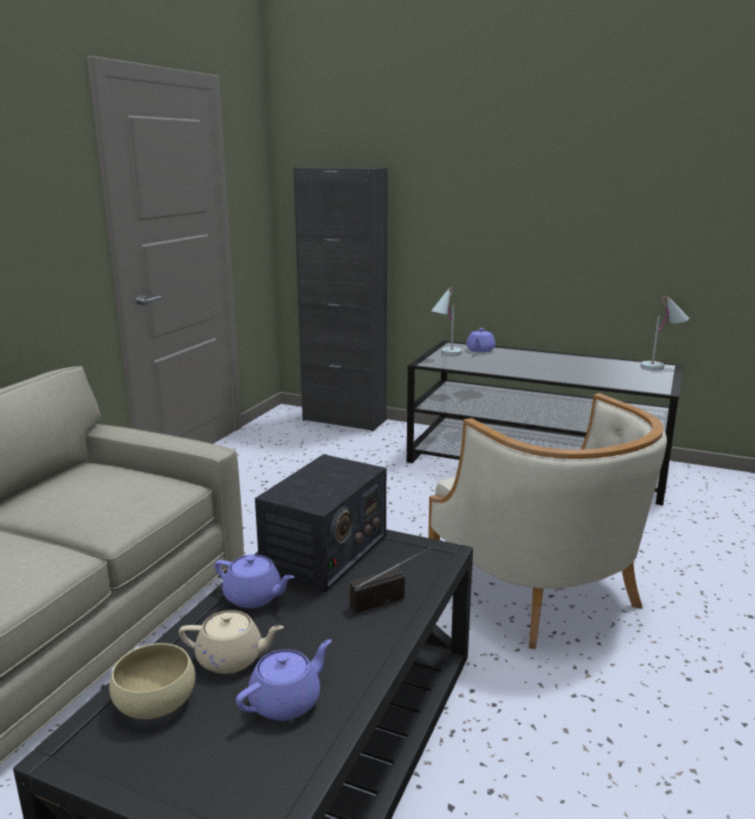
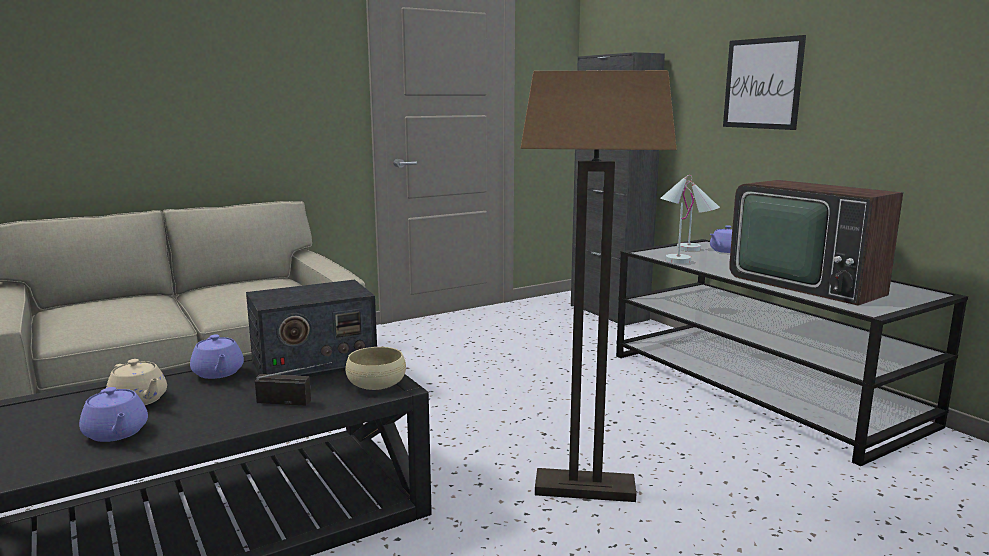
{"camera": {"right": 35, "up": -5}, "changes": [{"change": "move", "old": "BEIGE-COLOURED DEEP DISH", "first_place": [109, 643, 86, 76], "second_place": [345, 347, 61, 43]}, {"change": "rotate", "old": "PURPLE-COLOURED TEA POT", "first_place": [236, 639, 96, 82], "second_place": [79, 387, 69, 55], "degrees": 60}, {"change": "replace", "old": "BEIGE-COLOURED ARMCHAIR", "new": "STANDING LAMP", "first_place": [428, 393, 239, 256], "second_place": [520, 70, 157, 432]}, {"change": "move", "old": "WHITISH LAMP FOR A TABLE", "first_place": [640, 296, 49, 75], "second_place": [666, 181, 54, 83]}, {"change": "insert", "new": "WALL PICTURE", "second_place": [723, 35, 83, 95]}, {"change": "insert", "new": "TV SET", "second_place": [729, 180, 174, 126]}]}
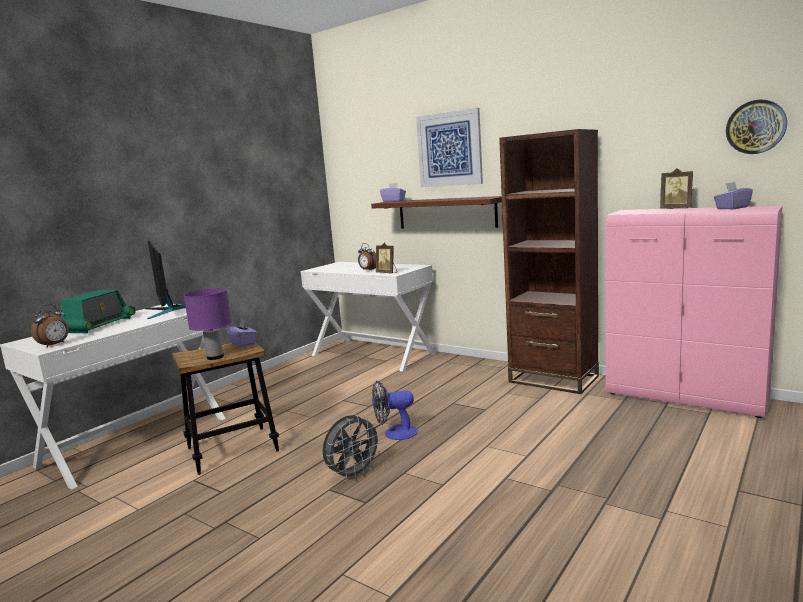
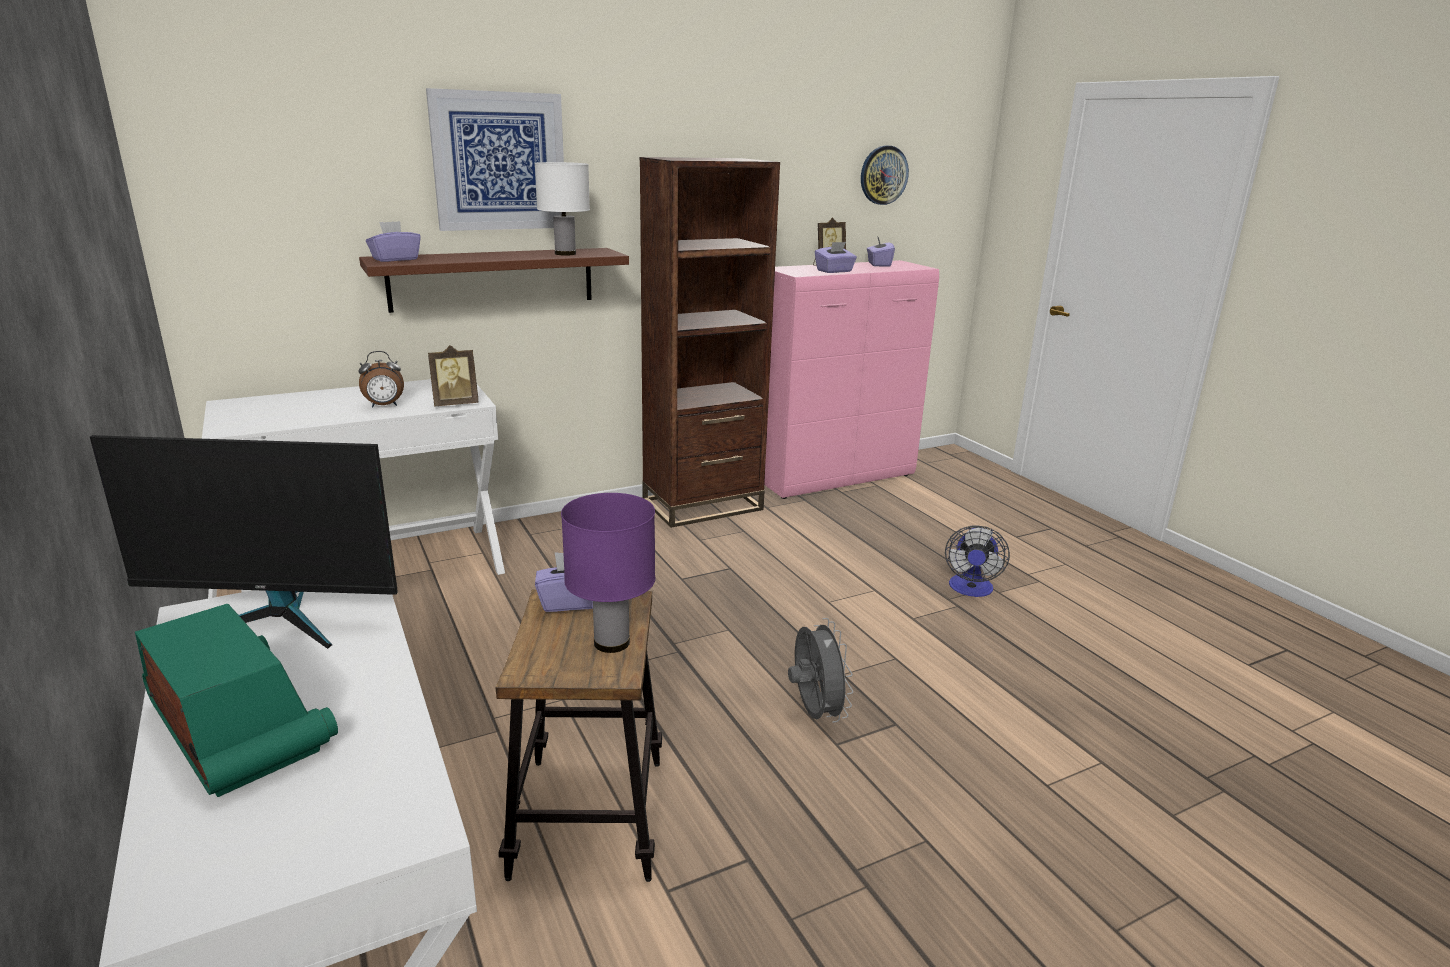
{"camera": {"right": -65, "up": 10}, "changes": [{"change": "delete", "old": "TABLE CLOCK", "first_place": [31, 304, 38, 44]}, {"change": "move", "old": "FAN", "first_place": [372, 381, 46, 59], "second_place": [945, 525, 65, 72]}, {"change": "insert", "new": "WHITISH LAMP FOR A TABLE", "second_place": [534, 162, 56, 94]}, {"change": "insert", "new": "PURPLE-COLOURED TISSUE BOX", "second_place": [815, 242, 42, 31]}]}
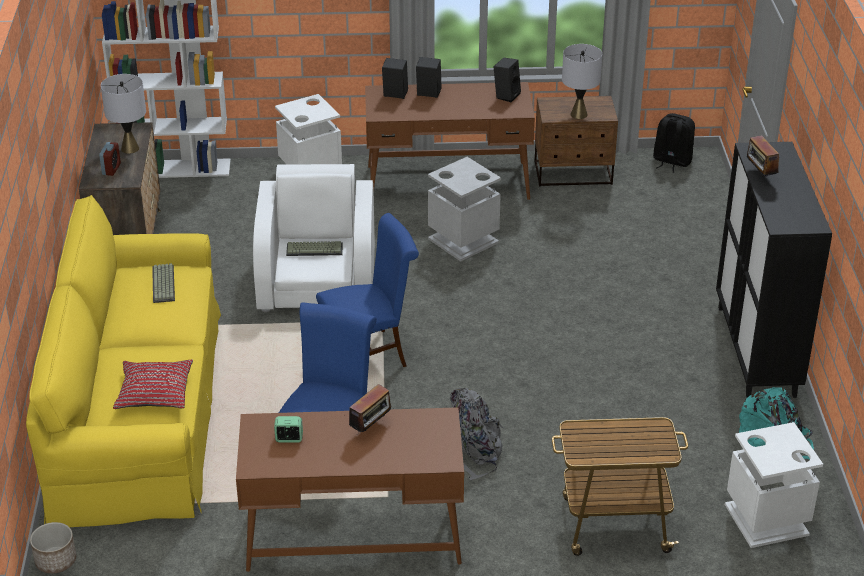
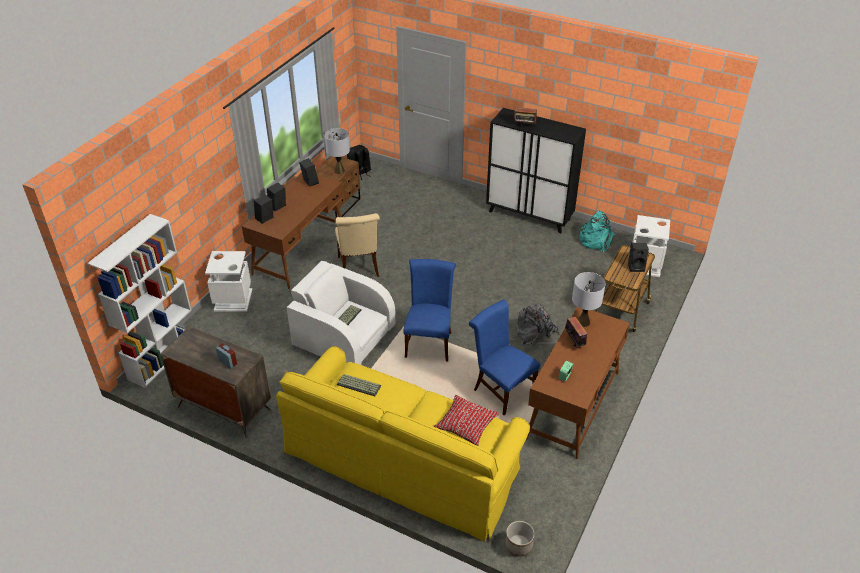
{"camera": {"right": -60, "up": 5}, "changes": [{"change": "move", "old": "GREYISH LAMP FOR A TABLE", "first_place": [101, 74, 45, 80], "second_place": [572, 272, 34, 55]}, {"change": "replace", "old": "GREYISH TRASH CAN", "new": "BEIGE-COLOURED PLAIN CHAIR", "first_place": [428, 157, 73, 105], "second_place": [335, 213, 45, 64]}, {"change": "insert", "new": "BLACK-COLOURED LOUDSPEAKER", "second_place": [628, 243, 21, 29]}]}
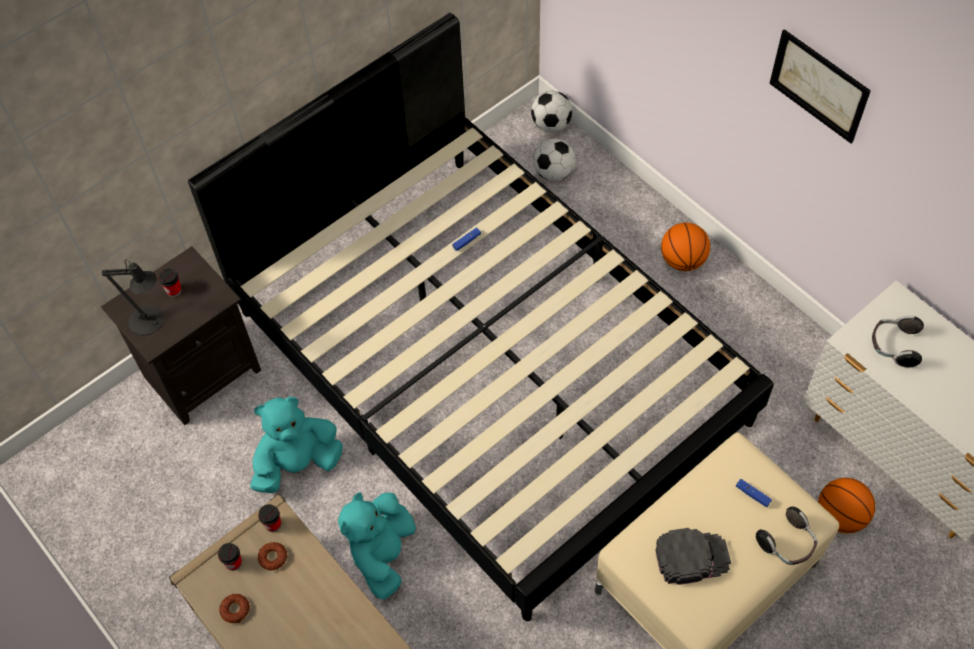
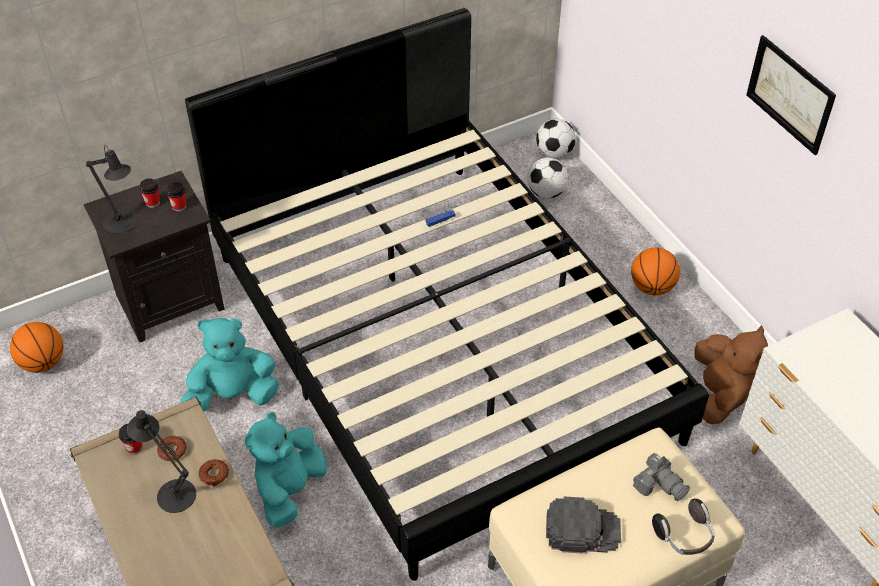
{"camera": {"right": 10, "up": -10}, "changes": [{"change": "move", "old": "DOUGHNUT", "first_place": [219, 594, 31, 29], "second_place": [198, 459, 31, 27]}, {"change": "move", "old": "DRINKING CUP", "first_place": [258, 504, 23, 28], "second_place": [166, 182, 20, 30]}, {"change": "replace", "old": "BLUE-COLOURED GAME CONTROLLER", "new": "STILL CAMERA", "first_place": [736, 479, 36, 28], "second_place": [633, 453, 57, 48]}, {"change": "move", "old": "BALL FOR BASKETBALL", "first_place": [818, 478, 57, 55], "second_place": [10, 322, 53, 51]}, {"change": "delete", "old": "HEADSET", "first_place": [872, 315, 52, 53]}, {"change": "insert", "new": "BLACK-COLOURED LAMP FOR A TABLE", "second_place": [127, 410, 69, 103]}, {"change": "insert", "new": "BROWNISH SOFT TOY", "second_place": [694, 325, 74, 99]}]}
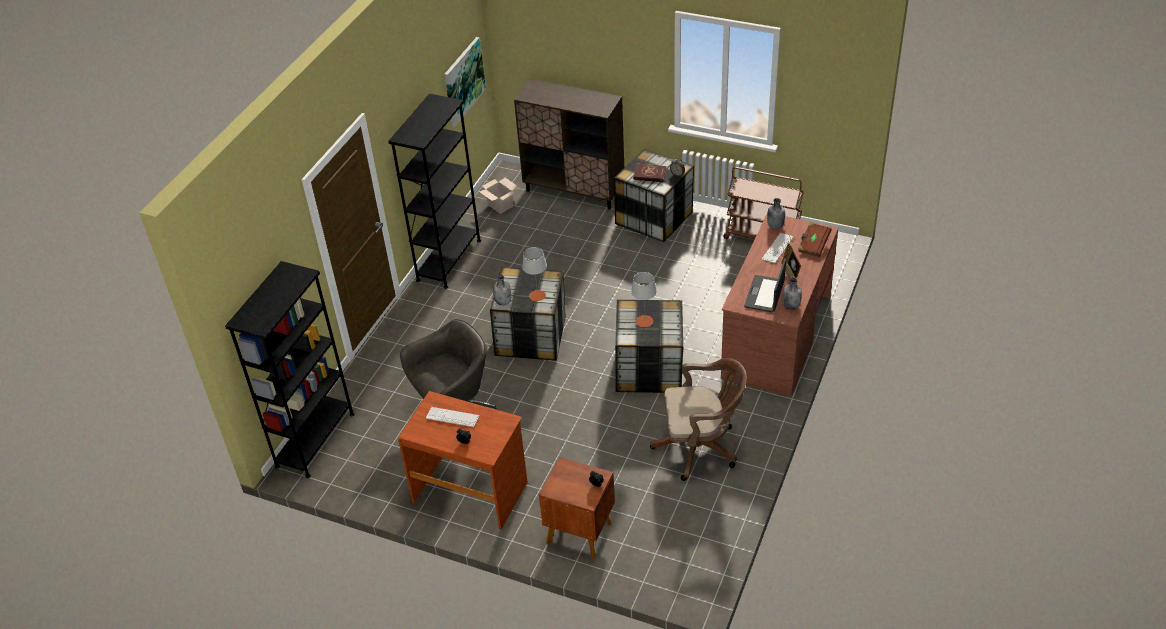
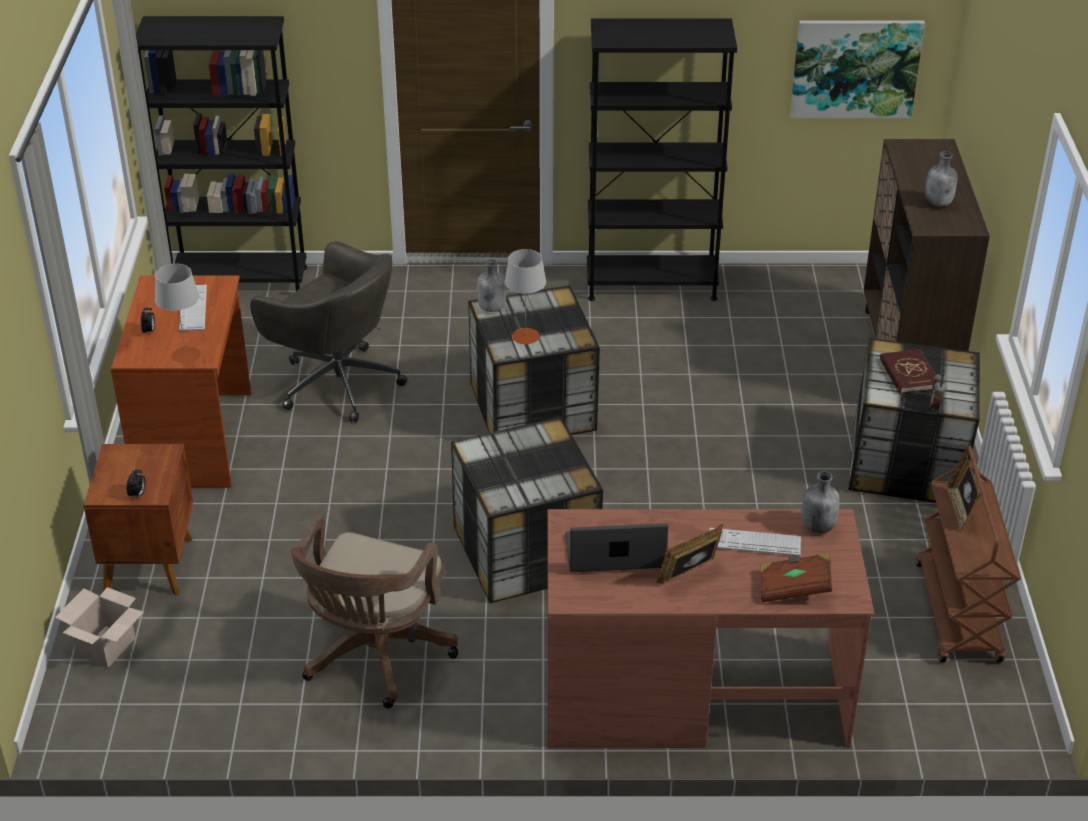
{"camera": {"right": 65, "up": -5}, "changes": [{"change": "move", "old": "PACKING BOX", "first_place": [479, 178, 39, 36], "second_place": [55, 587, 89, 81]}, {"change": "move", "old": "GREYISH LAMP FOR A TABLE", "first_place": [631, 272, 26, 55], "second_place": [155, 264, 46, 100]}, {"change": "rotate", "old": "BROWNISH OFFICE CHAIR", "first_place": [650, 358, 97, 123], "second_place": [291, 514, 167, 195], "degrees": 45}, {"change": "move", "old": "GREYISH BEVERAGE BOTTLE", "first_place": [782, 278, 20, 32], "second_place": [925, 151, 33, 56]}, {"change": "insert", "new": "PHOTO FRAME", "second_place": [947, 452, 33, 79]}]}
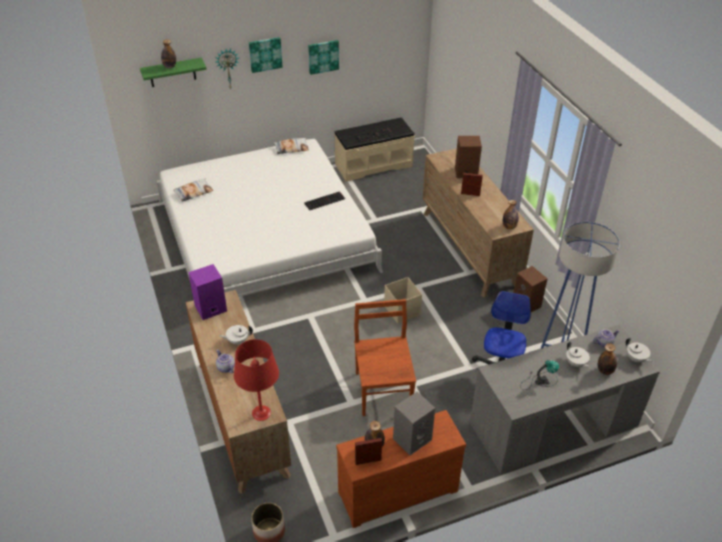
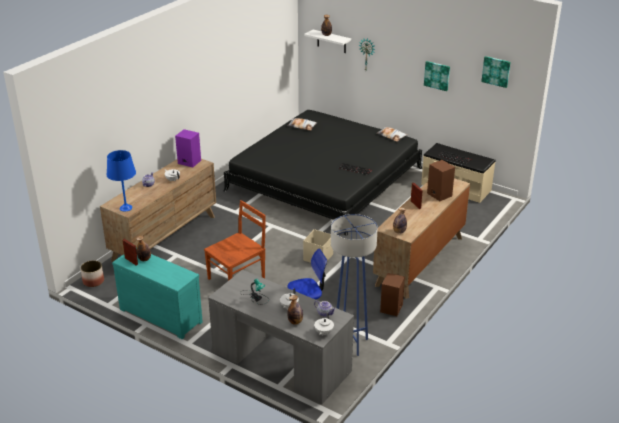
{"camera": {"right": 55, "up": -10}, "changes": [{"change": "recolor", "old": "GREEN SHELF", "new": "WHITISH SHELF", "first_place": [140, 58, 67, 29], "second_place": [304, 30, 47, 23]}, {"change": "recolor", "old": "WHITISH BEDROOM BED", "new": "BLACK-COLOURED BEDROOM BED", "first_place": [156, 139, 227, 158], "second_place": [224, 110, 198, 126]}, {"change": "recolor", "old": "RED-COLOURED LAMP FOR A TABLE", "new": "BLUE-COLOURED LAMP FOR A TABLE", "first_place": [234, 339, 45, 82], "second_place": [107, 150, 29, 62]}, {"change": "move", "old": "WALL PICTURE", "first_place": [249, 37, 34, 36], "second_place": [481, 56, 30, 32]}, {"change": "recolor", "old": "BROWNISH DRAWER CHEST", "new": "TURQUOISE DRAWER CHEST", "first_place": [336, 410, 130, 118], "second_place": [112, 254, 91, 85]}, {"change": "delete", "old": "GREYISH LOUDSPEAKER", "first_place": [393, 392, 42, 63]}]}
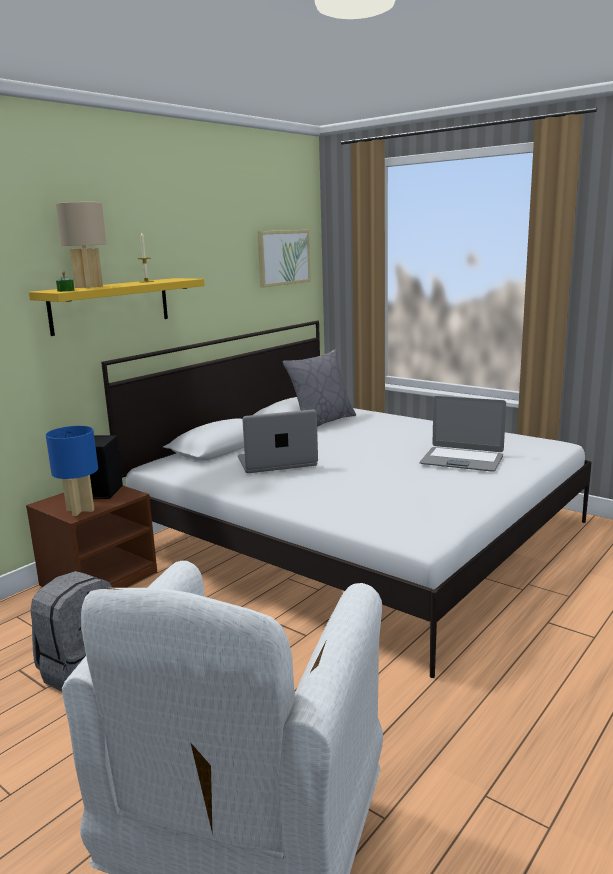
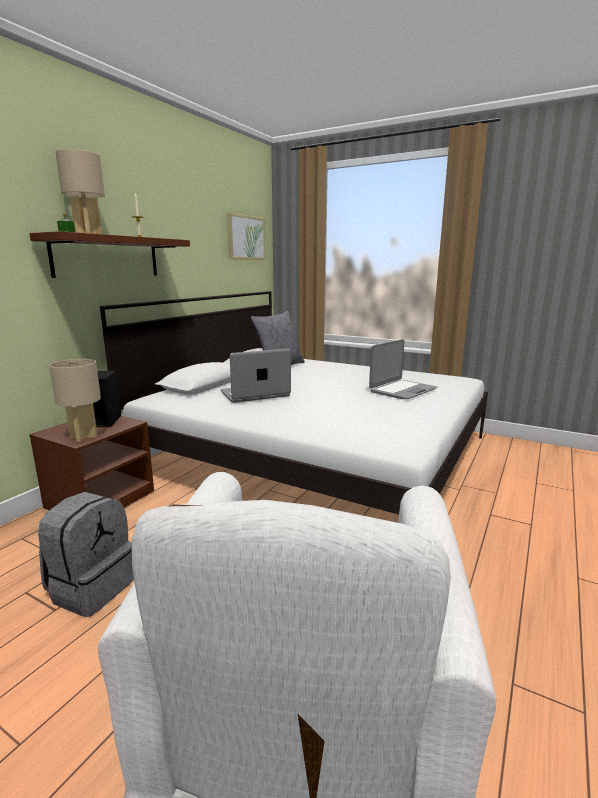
{"camera": {"right": -10, "up": 0}, "changes": [{"change": "recolor", "old": "YELLOW SHELF", "new": "BROWNISH SHELF", "first_place": [29, 278, 176, 58], "second_place": [29, 231, 161, 47]}, {"change": "recolor", "old": "BLUE-COLOURED LAMP FOR A TABLE", "new": "BEIGE-COLOURED LAMP FOR A TABLE", "first_place": [46, 426, 52, 90], "second_place": [49, 359, 52, 83]}, {"change": "rotate", "old": "LAPTOP", "first_place": [420, 396, 86, 76], "second_place": [369, 339, 69, 60], "degrees": -60}]}
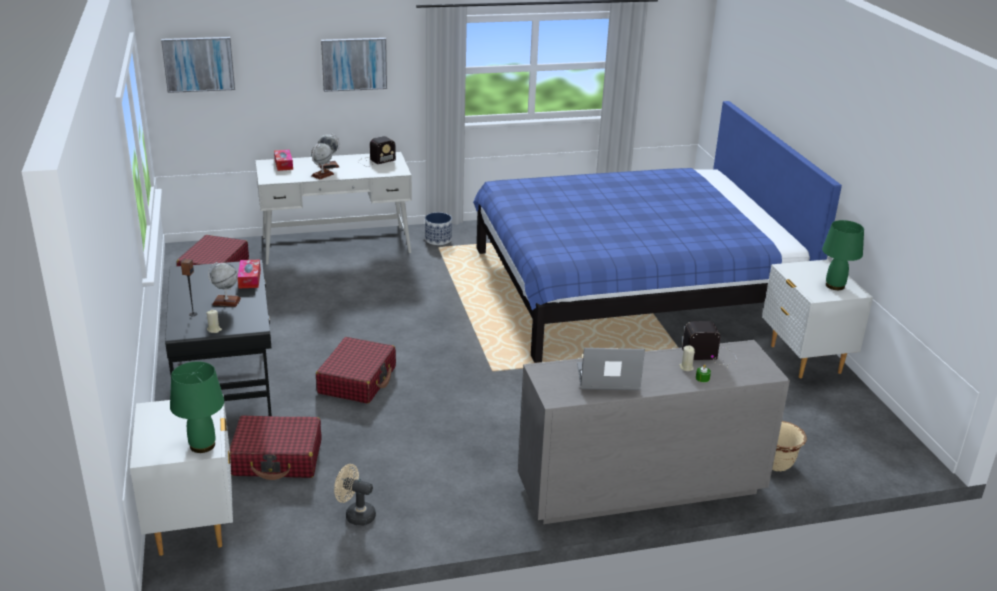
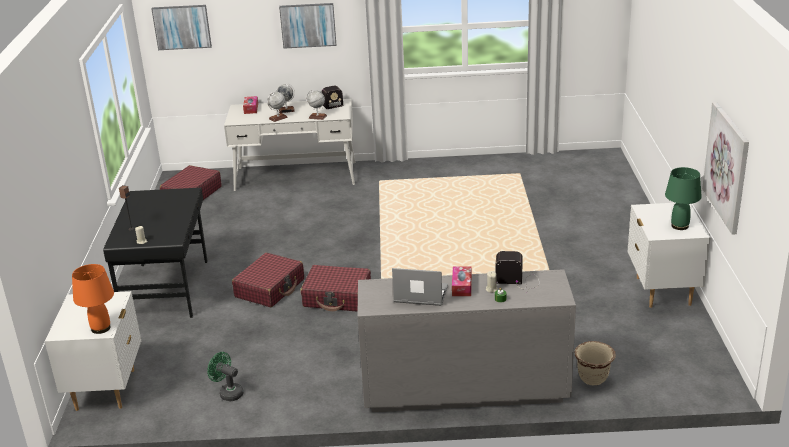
{"camera": {"right": 15, "up": 0}, "changes": [{"change": "recolor", "old": "GREEN LAMP FOR A TABLE", "new": "ORANGE-COLOURED LAMP FOR A TABLE", "first_place": [170, 361, 54, 92], "second_place": [72, 264, 42, 70]}, {"change": "move", "old": "WORLD GLOBE", "first_place": [208, 262, 33, 45], "second_place": [306, 90, 21, 30]}, {"change": "move", "old": "RED-COLOURED PIECE OF LUGGAGE", "first_place": [230, 415, 91, 65], "second_place": [301, 265, 70, 47]}, {"change": "move", "old": "TISSUE BOX", "first_place": [238, 260, 23, 28], "second_place": [452, 266, 20, 30]}, {"change": "recolor", "old": "BEIGE-COLOURED FAN", "new": "GREEN FAN", "first_place": [334, 464, 42, 62], "second_place": [207, 352, 37, 49]}, {"change": "delete", "old": "FLOWER POT", "first_place": [425, 212, 27, 33]}, {"change": "delete", "old": "BLUE-COLOURED BEDROOM BED", "first_place": [473, 101, 369, 262]}, {"change": "insert", "new": "WALL PICTURE", "second_place": [702, 102, 47, 133]}]}
